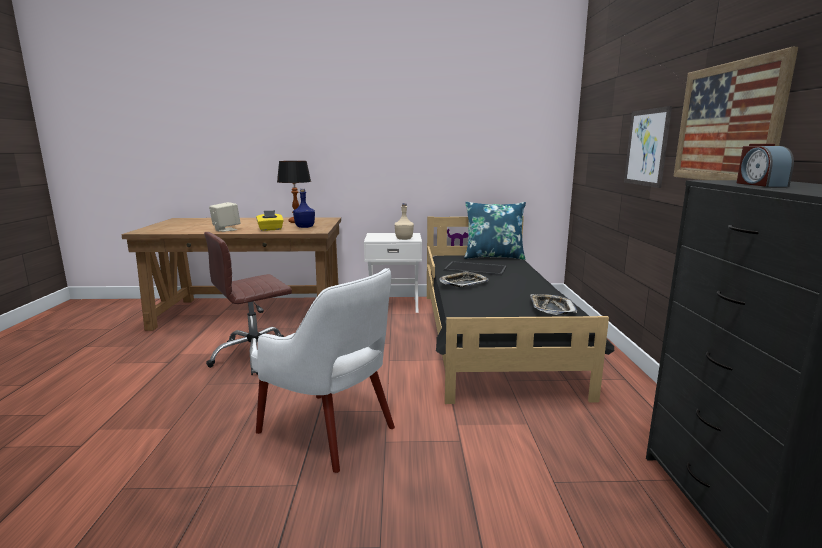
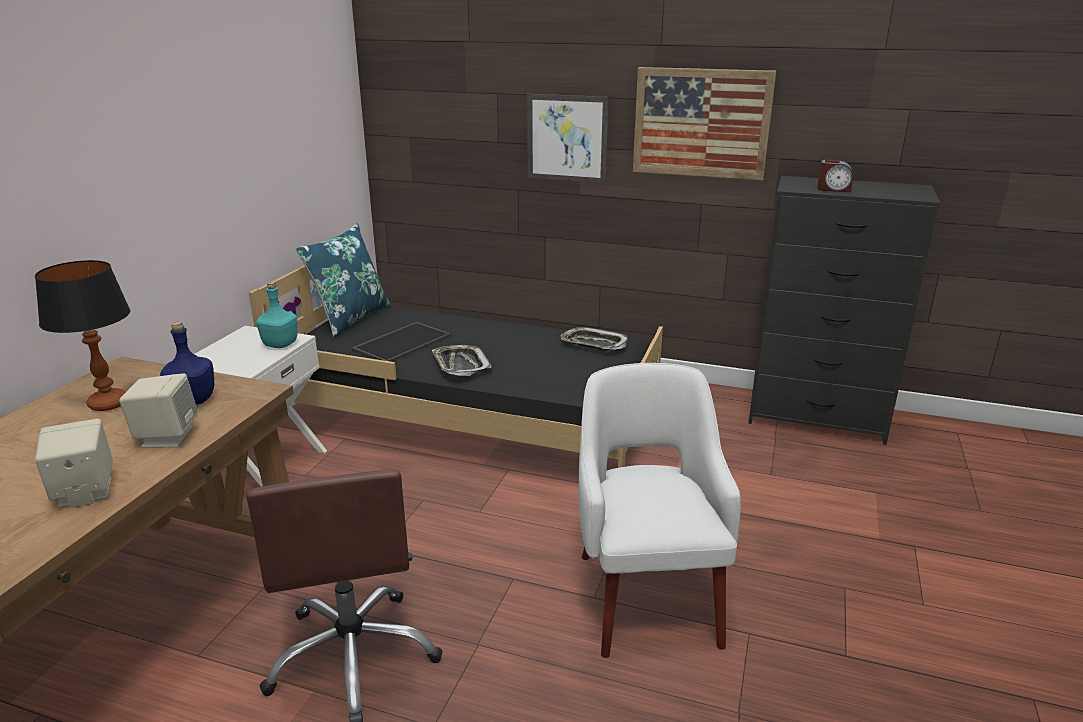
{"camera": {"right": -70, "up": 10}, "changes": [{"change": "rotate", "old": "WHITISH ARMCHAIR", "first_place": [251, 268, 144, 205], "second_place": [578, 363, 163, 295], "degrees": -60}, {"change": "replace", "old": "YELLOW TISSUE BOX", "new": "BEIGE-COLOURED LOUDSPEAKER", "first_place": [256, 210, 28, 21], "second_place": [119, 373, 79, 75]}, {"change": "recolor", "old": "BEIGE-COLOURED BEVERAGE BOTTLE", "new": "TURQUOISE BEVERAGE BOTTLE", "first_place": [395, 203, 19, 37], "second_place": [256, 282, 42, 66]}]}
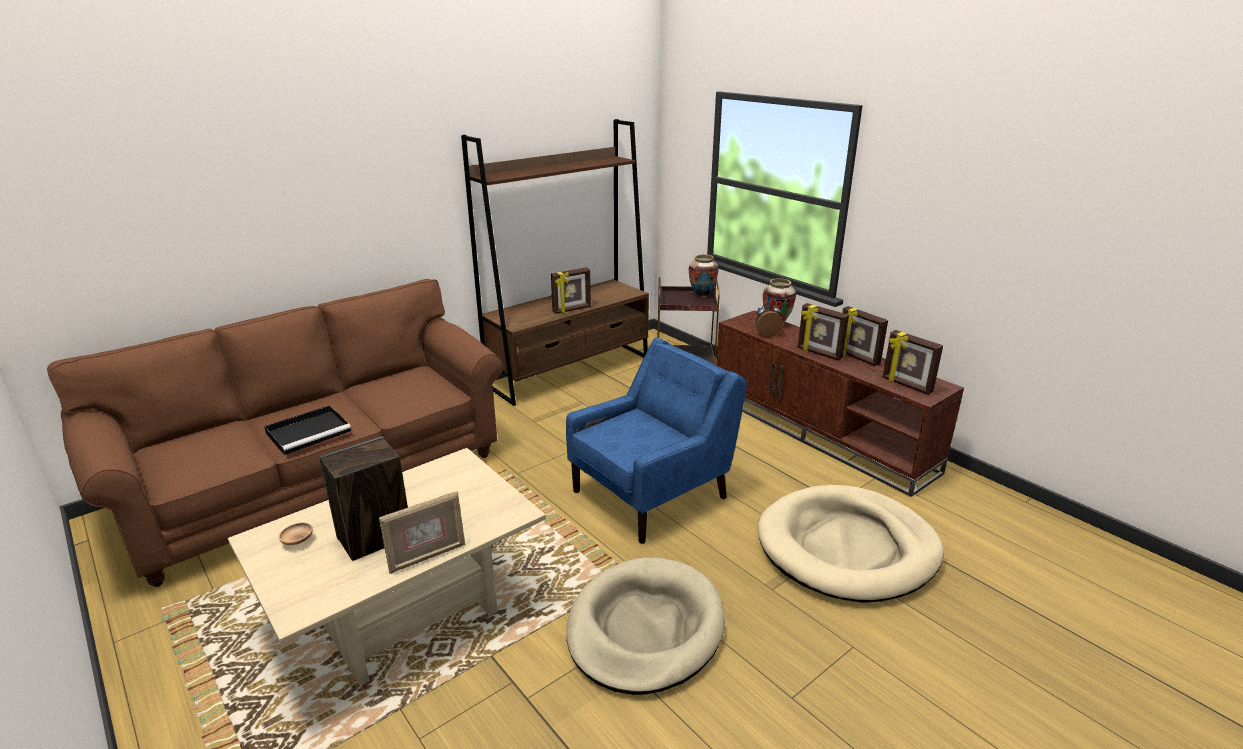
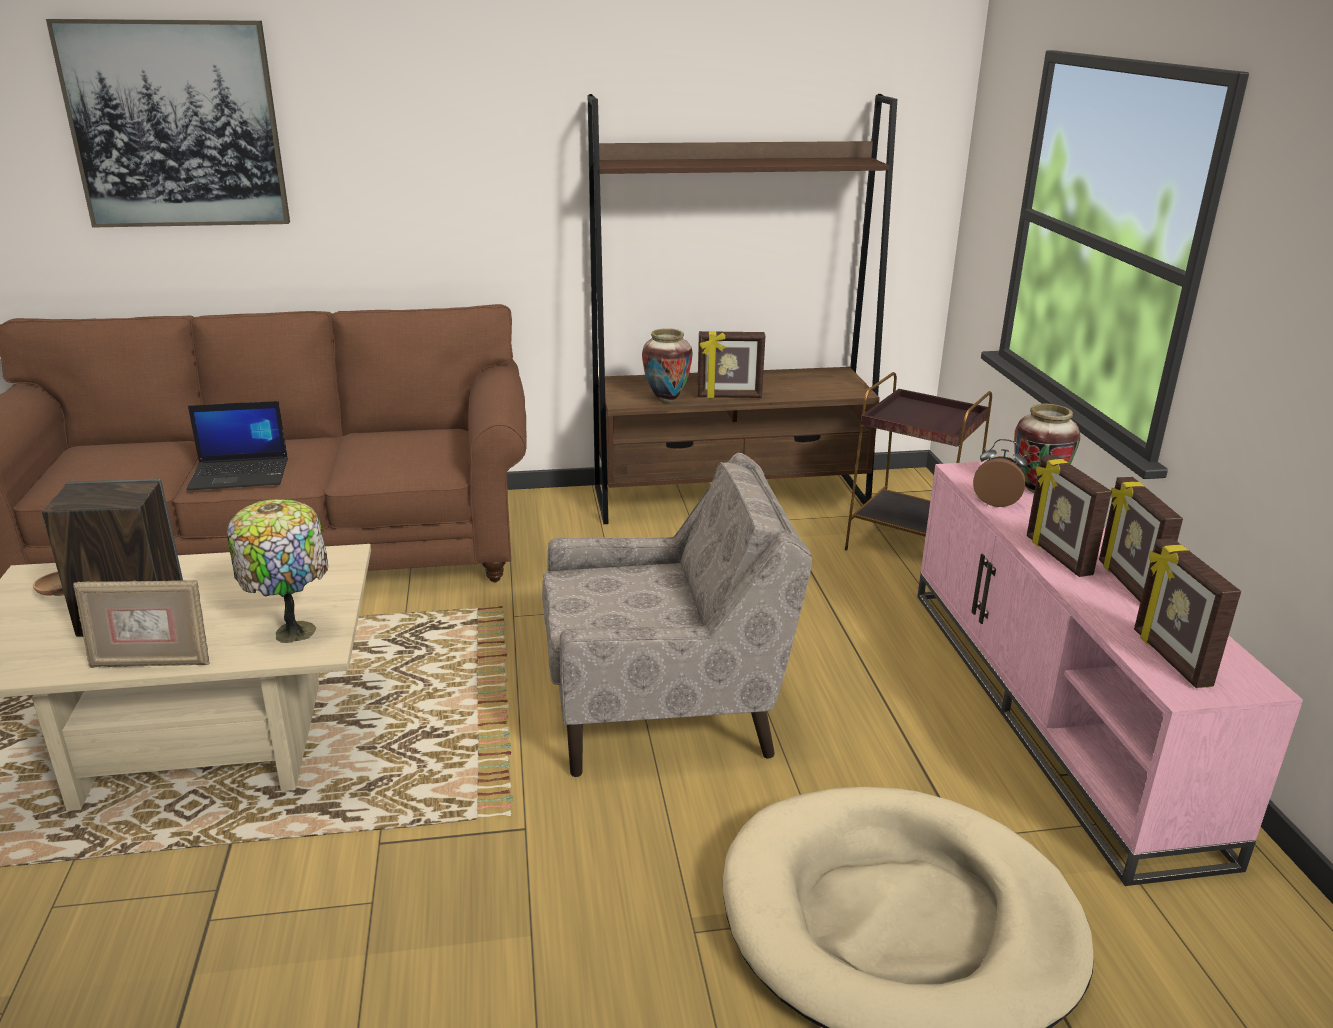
{"camera": {"right": 30, "up": 0}, "changes": [{"change": "replace", "old": "BLACK-COLOURED CARRYING TRAY", "new": "LAPTOP", "first_place": [264, 405, 87, 51], "second_place": [187, 401, 101, 90]}, {"change": "recolor", "old": "BLUE-COLOURED ARMCHAIR", "new": "BEIGE-COLOURED ARMCHAIR", "first_place": [566, 337, 181, 207], "second_place": [542, 453, 270, 324]}, {"change": "delete", "old": "BEIGE-COLOURED DOG BED", "first_place": [566, 558, 159, 137]}, {"change": "move", "old": "DECORATIVE VASE", "first_place": [689, 254, 29, 44], "second_place": [642, 328, 51, 75]}, {"change": "recolor", "old": "BROWNISH MEDIA CONSOLE", "new": "PINK MEDIA CONSOLE", "first_place": [716, 310, 248, 187], "second_place": [917, 461, 386, 425]}, {"change": "insert", "new": "WALL PICTURE", "second_place": [46, 19, 244, 209]}, {"change": "insert", "new": "LAMP FOR A TABLE", "second_place": [227, 499, 101, 144]}]}
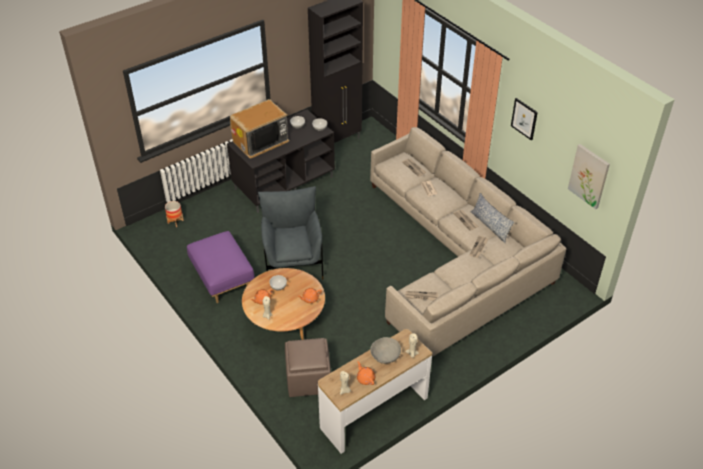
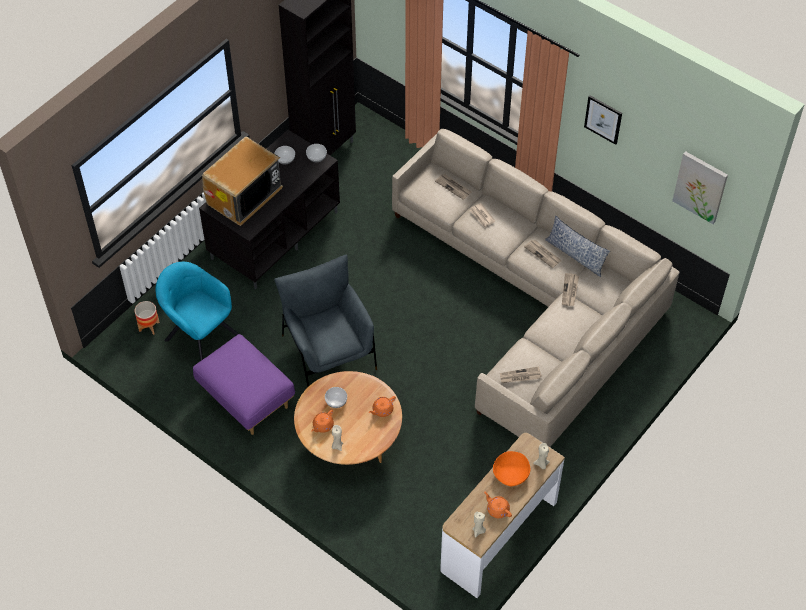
{"camera": {"right": -15, "up": 10}, "changes": [{"change": "delete", "old": "BROWNISH OTTOMAN", "first_place": [285, 338, 46, 59]}, {"change": "recolor", "old": "GREYISH DEEP DISH", "new": "ORANGE-COLOURED DEEP DISH", "first_place": [370, 337, 31, 27], "second_place": [493, 451, 38, 35]}, {"change": "insert", "new": "TURQUOISE ARMCHAIR", "second_place": [155, 262, 84, 99]}]}
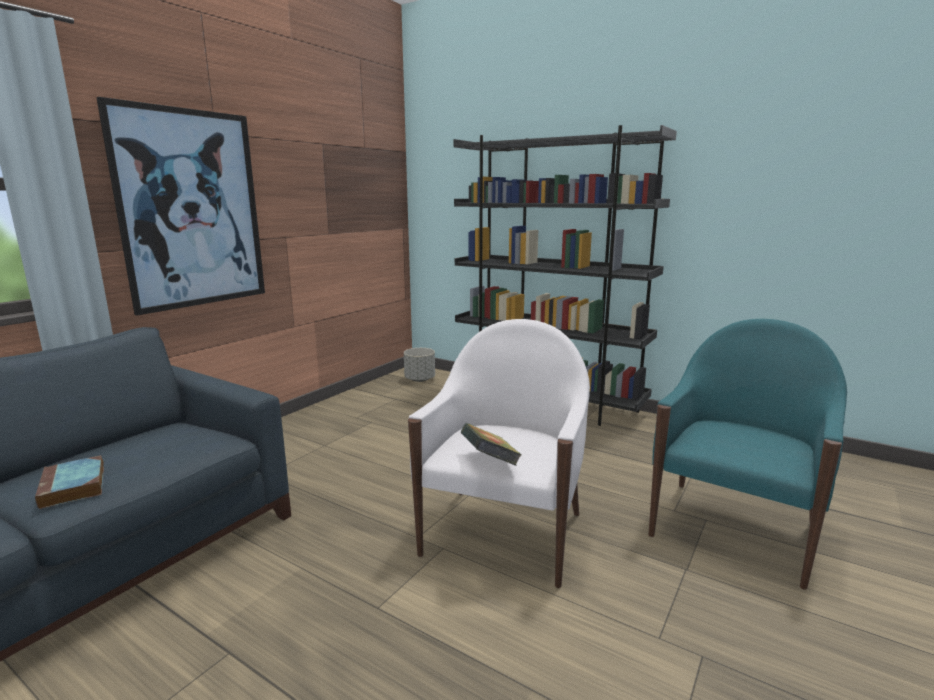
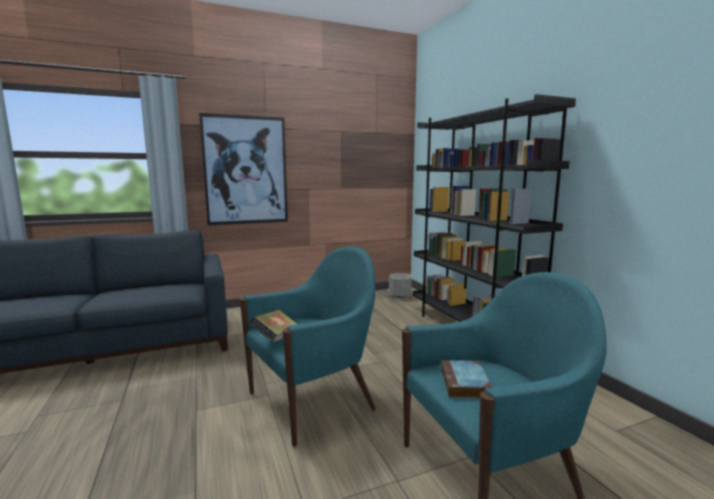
{"camera": {"right": 35, "up": -5}, "changes": [{"change": "move", "old": "BOUND BOOK", "first_place": [35, 455, 69, 54], "second_place": [441, 360, 51, 39]}, {"change": "recolor", "old": "WHITISH ARMCHAIR", "new": "TURQUOISE ARMCHAIR", "first_place": [408, 319, 182, 269], "second_place": [240, 246, 136, 201]}]}
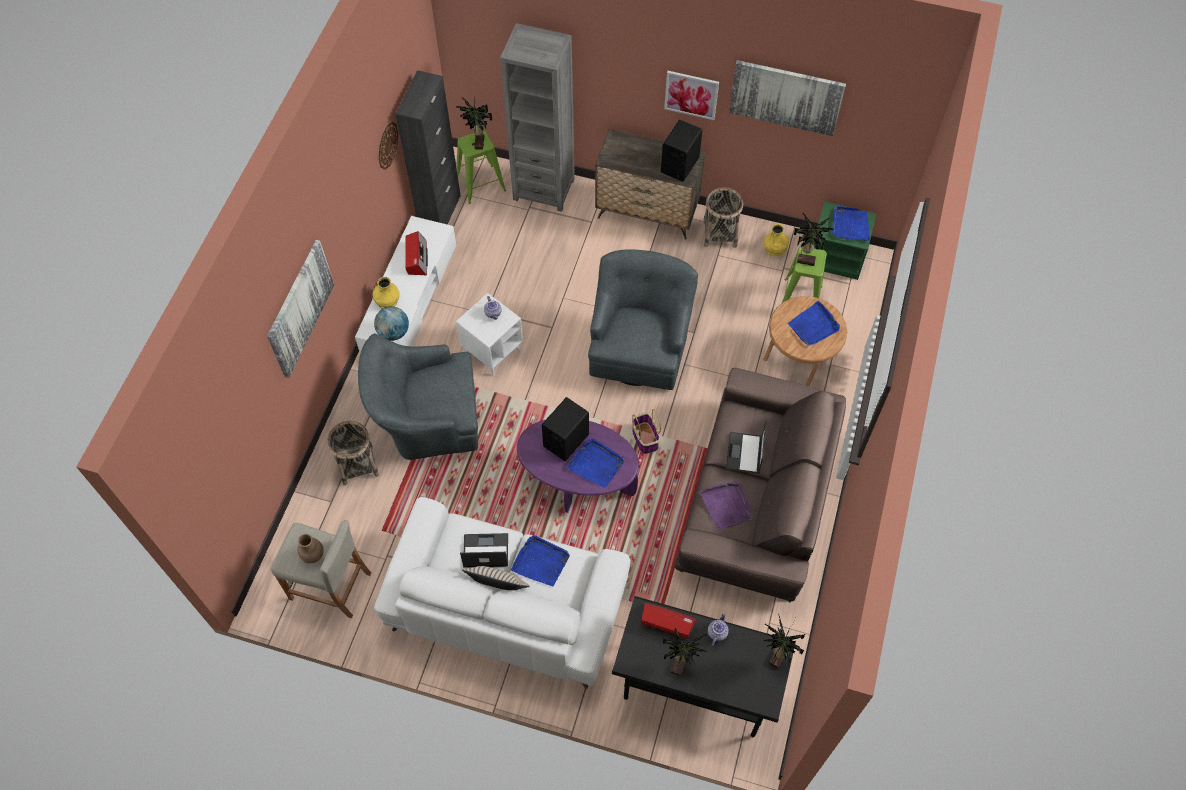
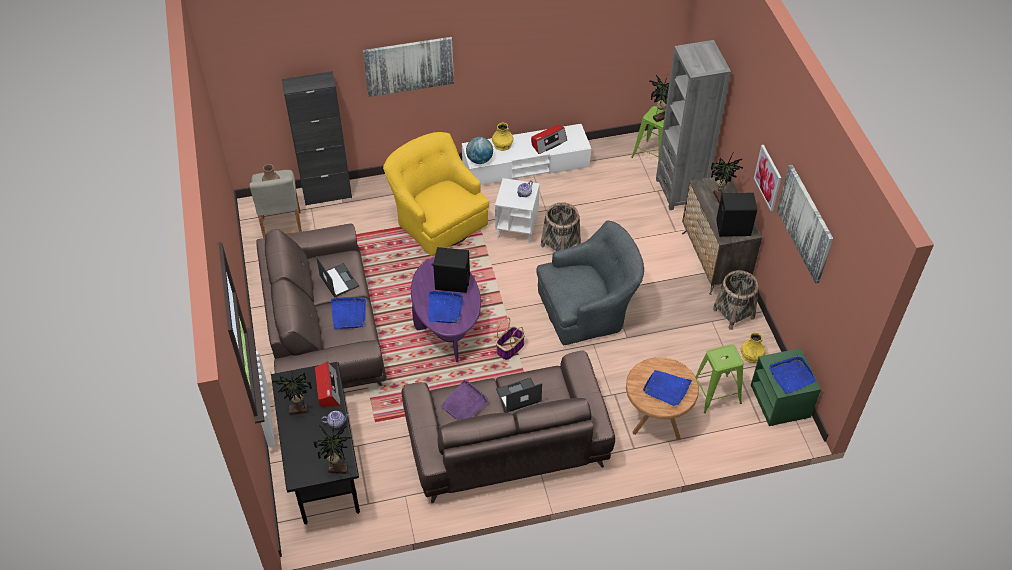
{"camera": {"right": 60, "up": -10}, "changes": [{"change": "move", "old": "HOUSEHOLD BASKET", "first_place": [327, 421, 52, 64], "second_place": [541, 202, 40, 49]}, {"change": "recolor", "old": "GREYISH ARMCHAIR", "new": "YELLOW ARMCHAIR", "first_place": [358, 334, 120, 126], "second_place": [383, 132, 106, 124]}, {"change": "recolor", "old": "WHITISH SETTEE", "new": "BROWNISH SETTEE", "first_place": [374, 497, 257, 192], "second_place": [256, 223, 131, 166]}, {"change": "delete", "old": "HANGING CLOCK", "first_place": [379, 122, 19, 48]}, {"change": "move", "old": "BLACK-COLOURED STORAGE CABINET", "first_place": [395, 70, 66, 155], "second_place": [282, 71, 70, 135]}, {"change": "delete", "old": "BEIGE-COLOURED CUSHION", "first_place": [462, 566, 68, 24]}, {"change": "move", "old": "PLANT IN A POT", "first_place": [794, 213, 39, 53], "second_place": [711, 153, 32, 50]}]}
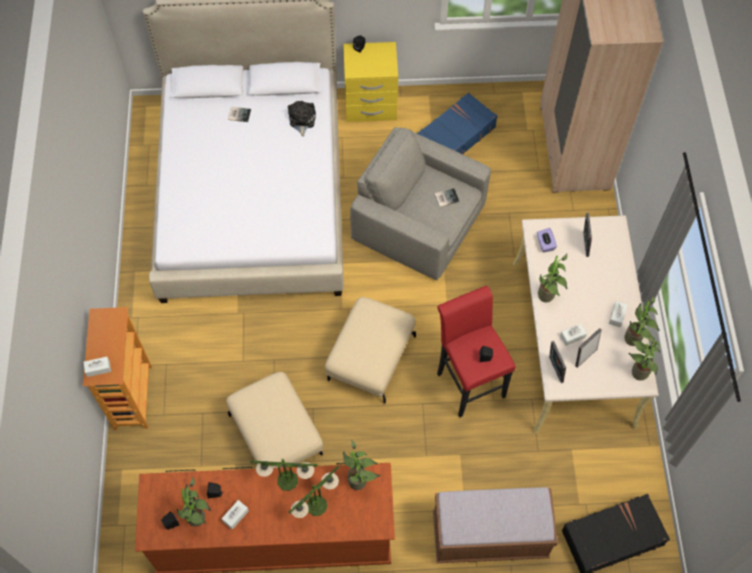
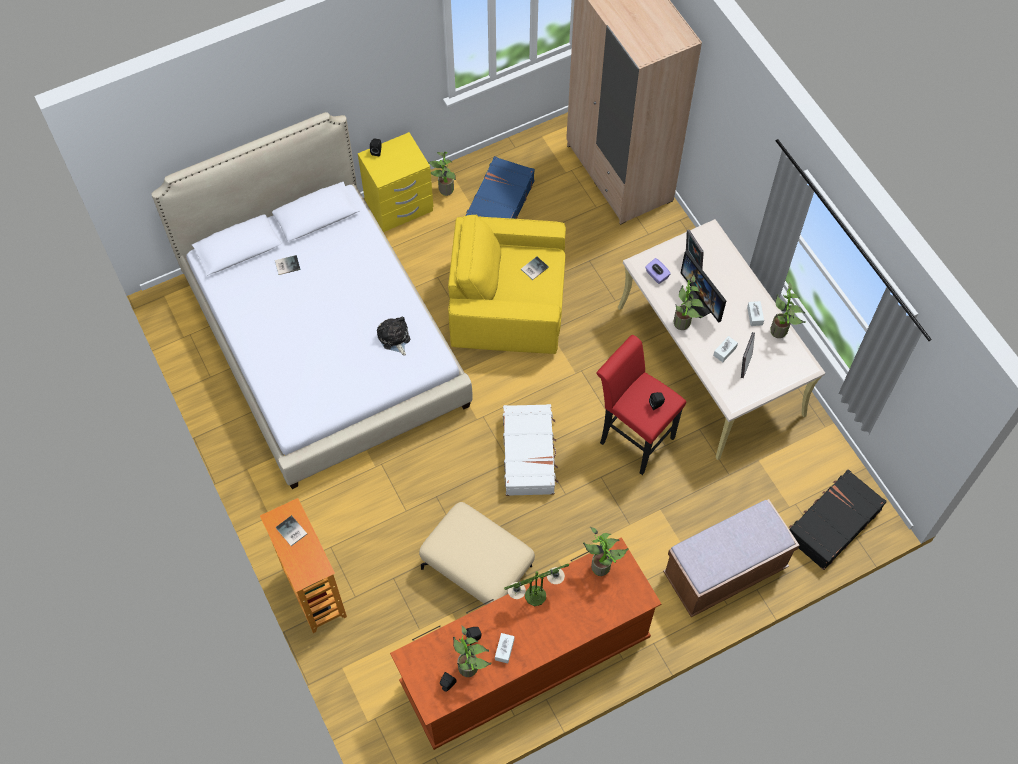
{"camera": {"right": -25, "up": 0}, "changes": [{"change": "delete", "old": "WHITISH TISSUE BOX", "first_place": [83, 357, 28, 20]}, {"change": "move", "old": "SOFT TOY", "first_place": [288, 101, 28, 36], "second_place": [377, 317, 33, 39]}, {"change": "delete", "old": "LAMP FOR A TABLE", "first_place": [288, 466, 51, 52]}, {"change": "replace", "old": "BEIGE-COLOURED OTTOMAN", "new": "WHITISH PIECE OF LUGGAGE", "first_place": [325, 297, 91, 107], "second_place": [503, 404, 55, 92]}, {"change": "recolor", "old": "GREYISH ARMCHAIR", "new": "YELLOW ARMCHAIR", "first_place": [350, 127, 141, 153], "second_place": [448, 214, 118, 140]}, {"change": "delete", "old": "PHOTO FRAME", "first_place": [549, 341, 17, 42]}, {"change": "move", "old": "PLANT IN A POT", "first_place": [628, 336, 32, 45], "second_place": [428, 152, 28, 44]}, {"change": "insert", "new": "BOUND BOOK", "second_place": [276, 515, 31, 31]}, {"change": "insert", "new": "COMPUTER SCREEN", "second_place": [681, 251, 45, 72]}]}
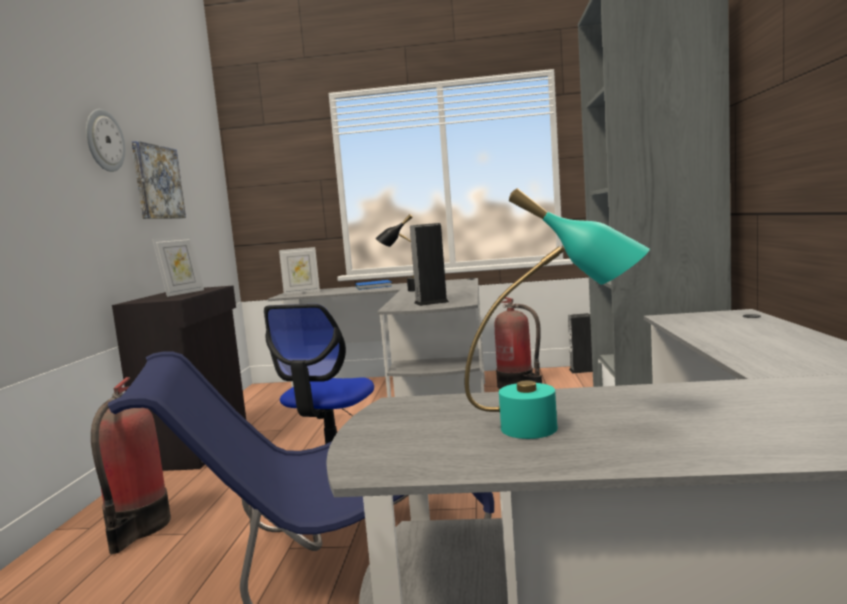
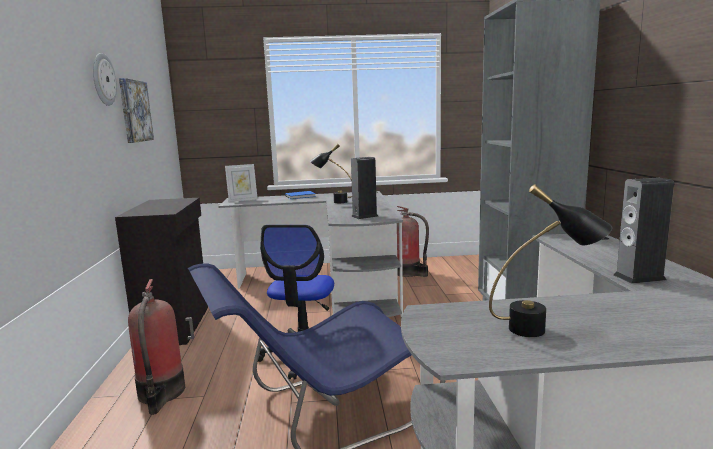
{"camera": {"right": -10, "up": 5}, "changes": [{"change": "delete", "old": "PHOTO FRAME", "first_place": [152, 236, 52, 61]}, {"change": "recolor", "old": "TURQUOISE LAMP FOR A TABLE", "new": "BLACK-COLOURED LAMP FOR A TABLE", "first_place": [465, 188, 185, 251], "second_place": [489, 184, 123, 153]}, {"change": "move", "old": "LOUDSPEAKER", "first_place": [568, 313, 25, 60], "second_place": [614, 177, 60, 107]}]}
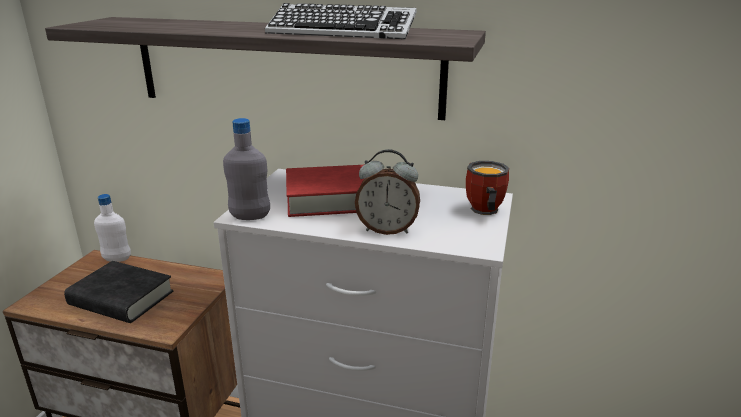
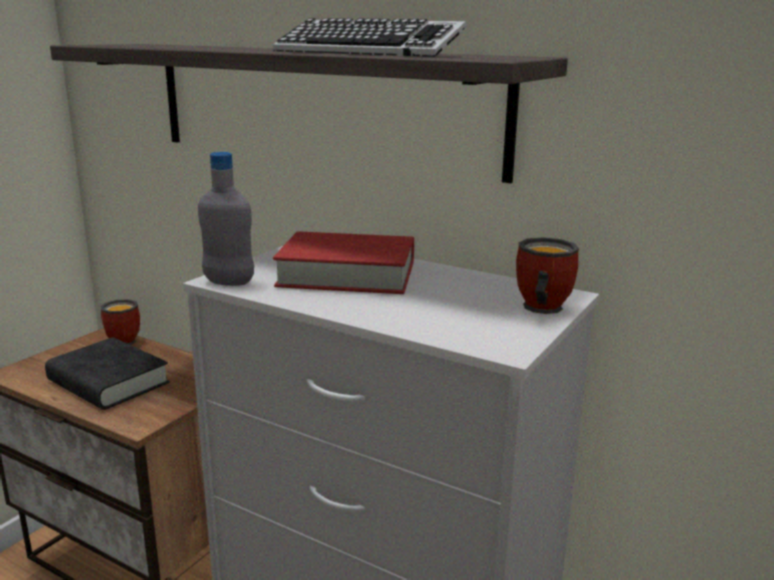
{"camera": {"right": 15, "up": -5}, "changes": [{"change": "replace", "old": "WHITISH BEVERAGE BOTTLE", "new": "MUG", "first_place": [94, 194, 37, 68], "second_place": [100, 299, 40, 46]}, {"change": "delete", "old": "TABLE CLOCK", "first_place": [355, 149, 65, 86]}]}
